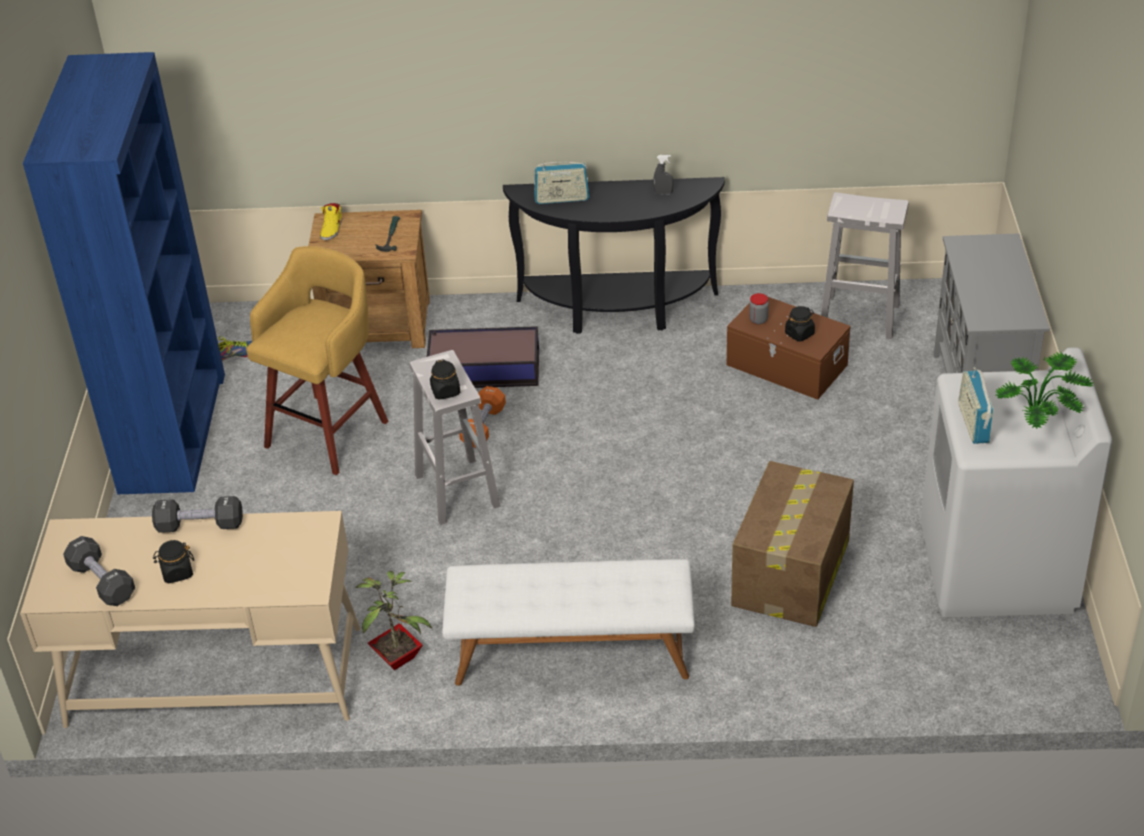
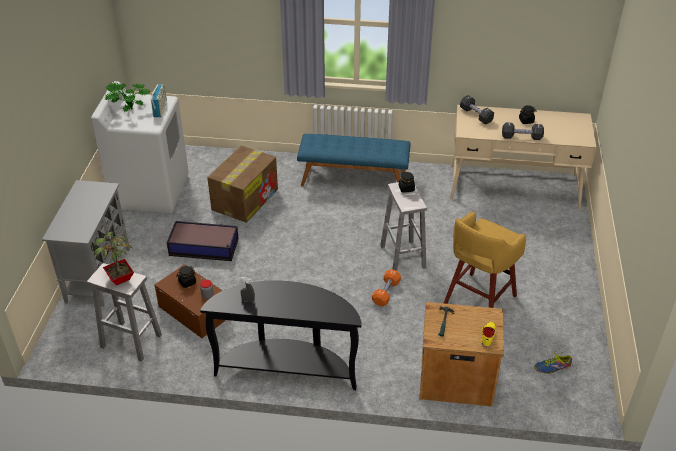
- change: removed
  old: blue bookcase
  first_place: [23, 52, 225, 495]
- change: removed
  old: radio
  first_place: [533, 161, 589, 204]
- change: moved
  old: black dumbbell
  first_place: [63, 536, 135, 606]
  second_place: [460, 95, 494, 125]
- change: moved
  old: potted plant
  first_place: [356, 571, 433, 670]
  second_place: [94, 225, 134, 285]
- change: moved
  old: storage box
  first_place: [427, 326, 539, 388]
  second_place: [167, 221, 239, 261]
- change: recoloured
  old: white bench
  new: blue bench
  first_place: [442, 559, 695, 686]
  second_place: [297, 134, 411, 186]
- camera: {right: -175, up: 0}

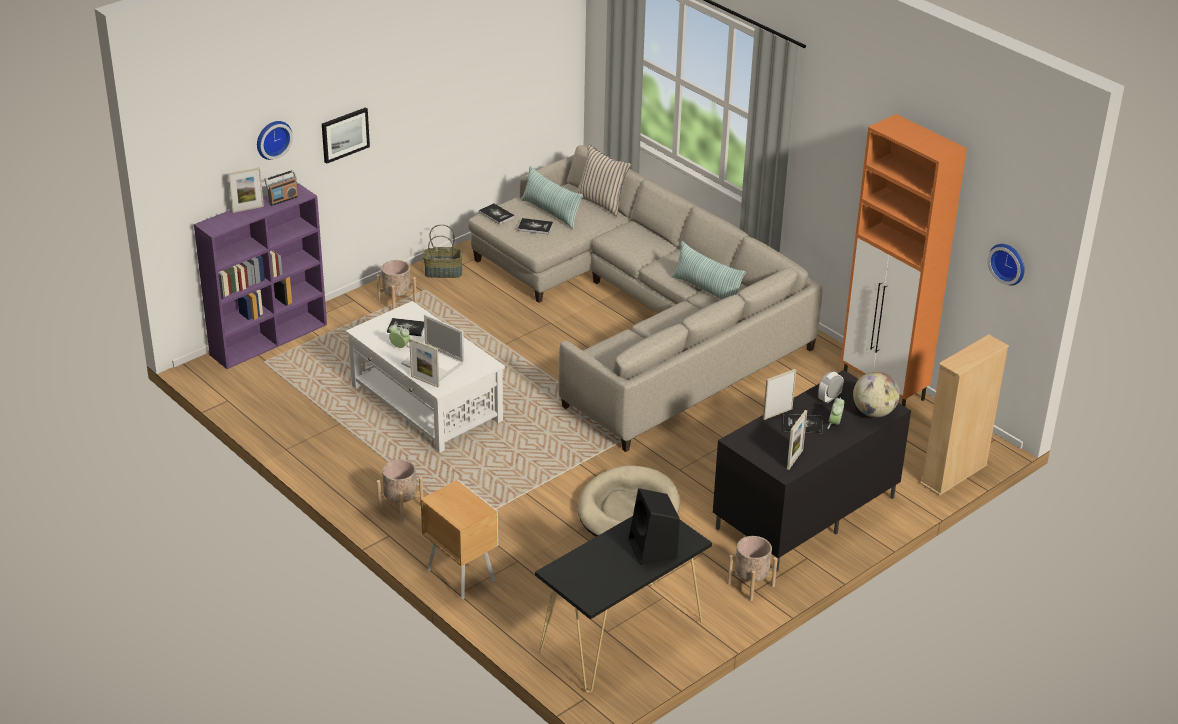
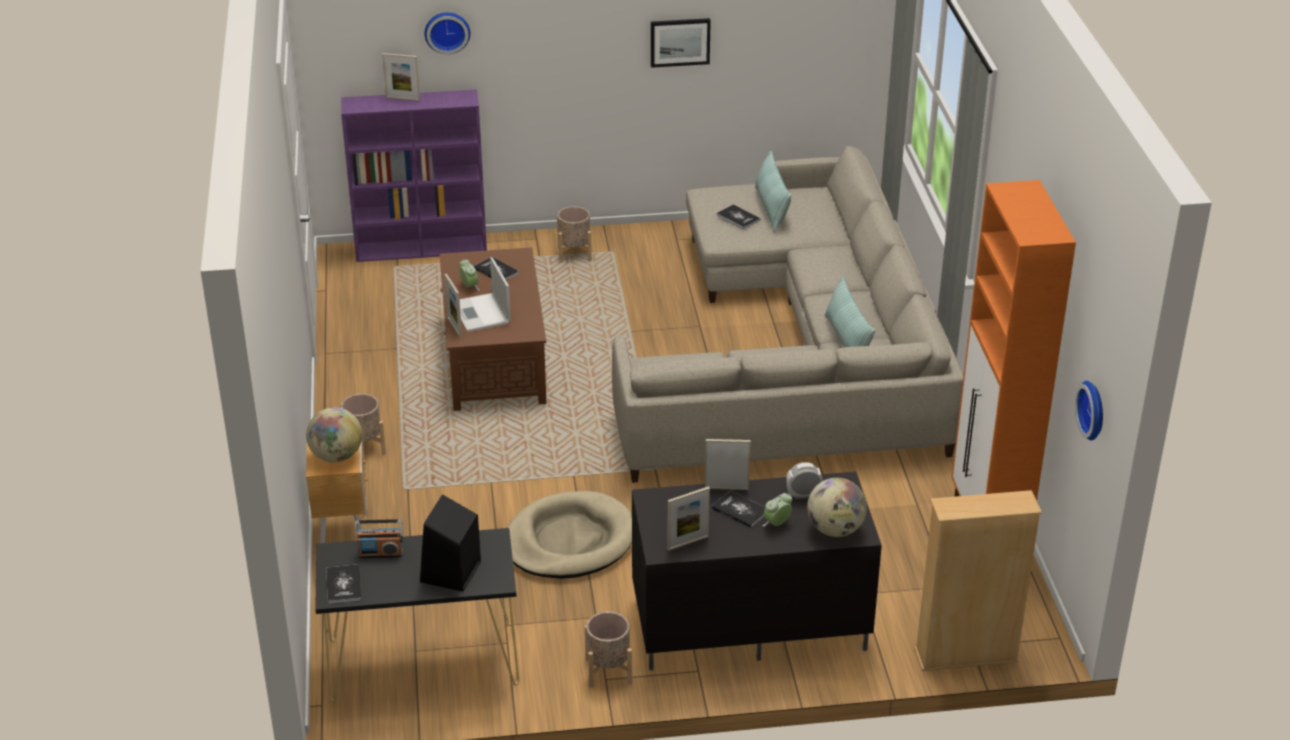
- change: removed
  old: basket
  first_place: [423, 224, 463, 278]
- change: removed
  old: beige pillow
  first_place: [575, 144, 632, 216]
- change: added
  new: globe
  second_place: [306, 407, 362, 463]
- change: moved
  old: radio
  first_place: [265, 170, 299, 206]
  second_place: [355, 519, 403, 558]
- change: moved
  old: picture
  first_place: [322, 107, 370, 164]
  second_place: [651, 18, 711, 68]
- change: moved
  old: book
  first_place: [479, 203, 515, 225]
  second_place: [326, 564, 361, 604]
- change: recoloured
  old: white coffee table
  new: brown coffee table
  first_place: [346, 301, 505, 453]
  second_place: [440, 247, 547, 411]
- camera: {right: 35, up: 0}

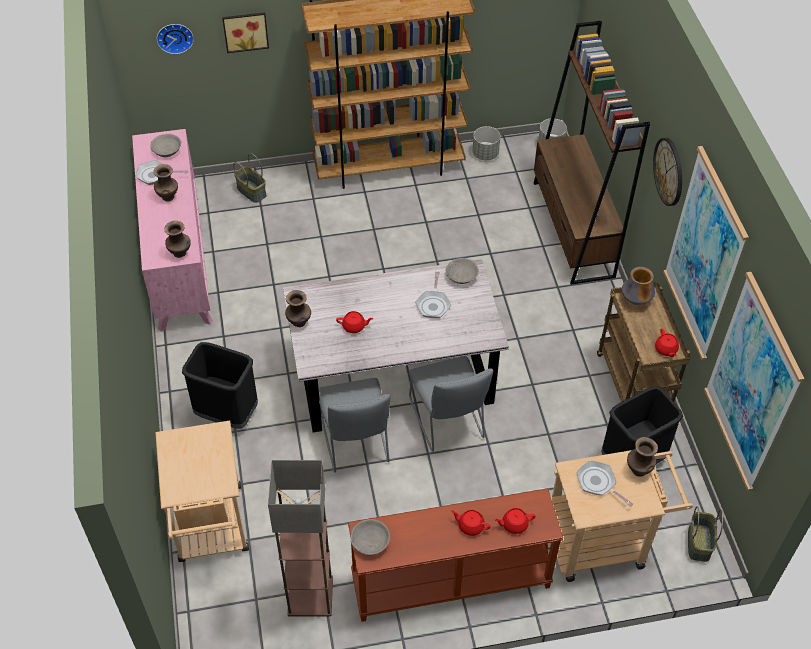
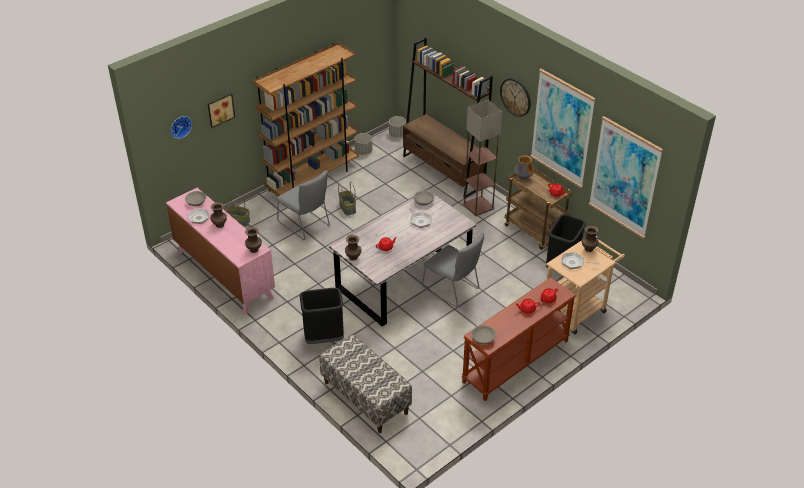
- change: moved
  old: floor lamp
  first_place: [268, 460, 333, 617]
  second_place: [463, 100, 502, 216]
- change: moved
  old: grey chair
  first_place: [319, 378, 391, 473]
  second_place: [276, 170, 330, 240]
- change: moved
  old: basket
  first_place: [688, 506, 723, 562]
  second_place: [338, 182, 356, 215]
- change: replaced
  old: beige cart
  new: bench
  first_place: [155, 421, 249, 562]
  second_place: [319, 334, 412, 433]
- camera: {right: -30, up: -10}

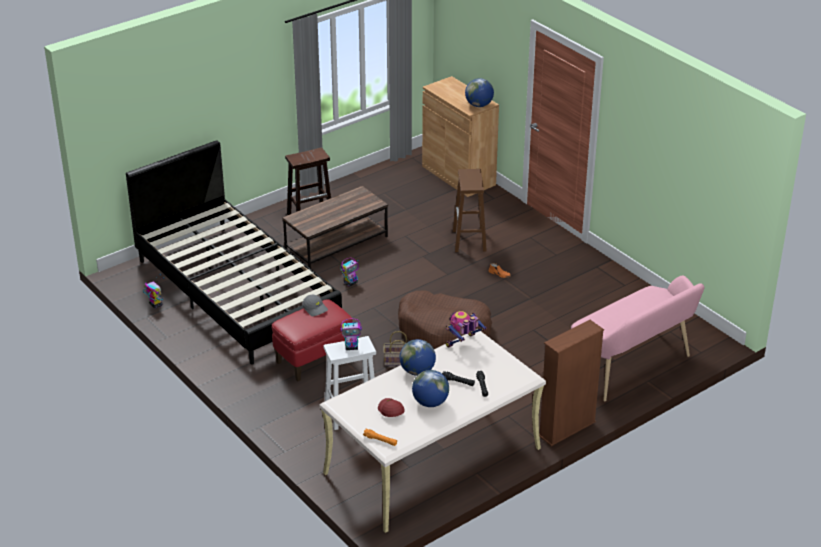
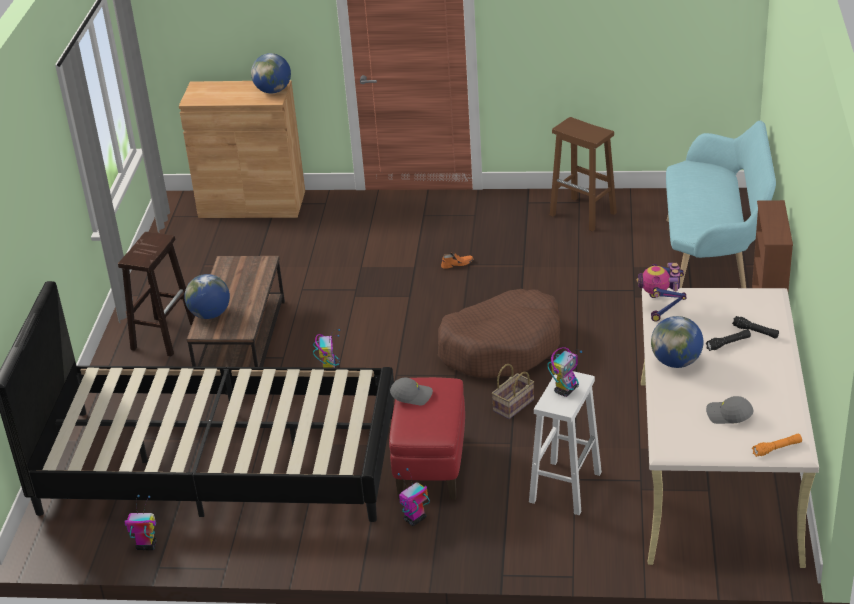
- change: added
  new: toy robot
  second_place: [397, 468, 430, 526]
- change: moved
  old: globe
  first_place: [412, 370, 449, 407]
  second_place: [184, 274, 230, 319]
- change: moved
  old: brown stool
  first_place: [453, 169, 487, 252]
  second_place: [550, 117, 617, 232]
- change: recoloured
  old: red cap
  new: grey cap
  first_place: [378, 398, 405, 417]
  second_place: [706, 396, 754, 424]
- change: recoloured
  old: pink bench
  new: turquoise bench
  first_place: [571, 276, 704, 401]
  second_place: [666, 121, 776, 288]
- camera: {right: -45, up: 0}

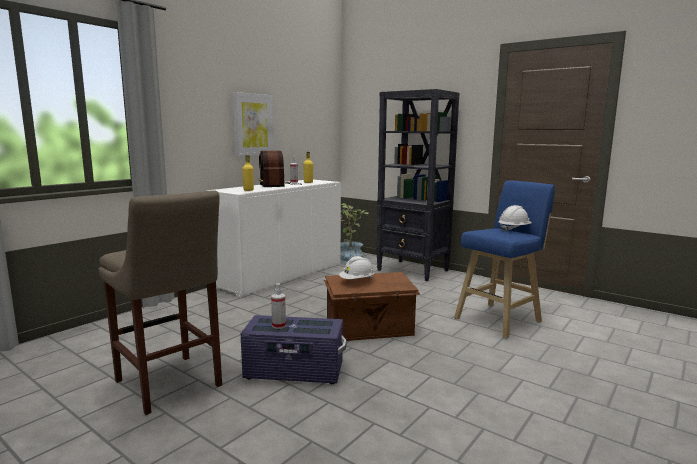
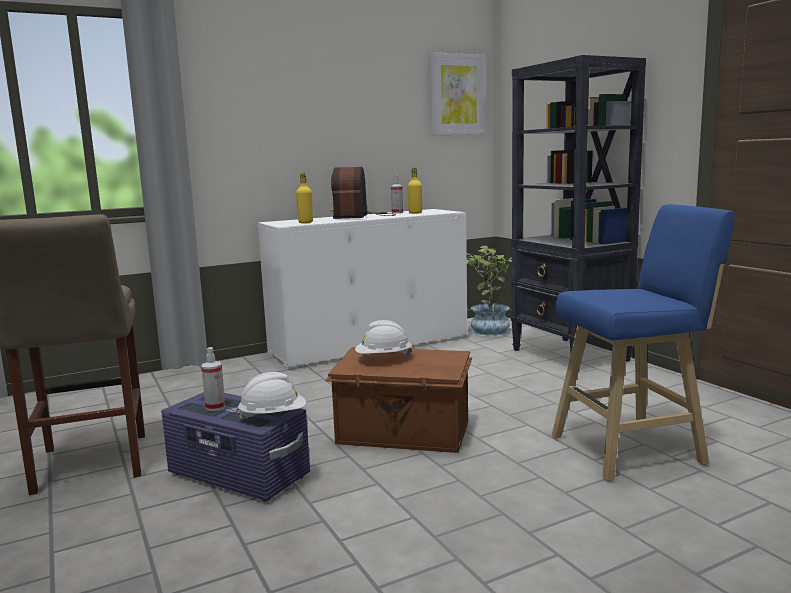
- change: moved
  old: picture
  first_place: [232, 92, 274, 157]
  second_place: [429, 52, 486, 135]
- change: moved
  old: white hard hat
  first_place: [499, 205, 532, 232]
  second_place: [238, 372, 306, 420]
- camera: {right: 25, up: 0}

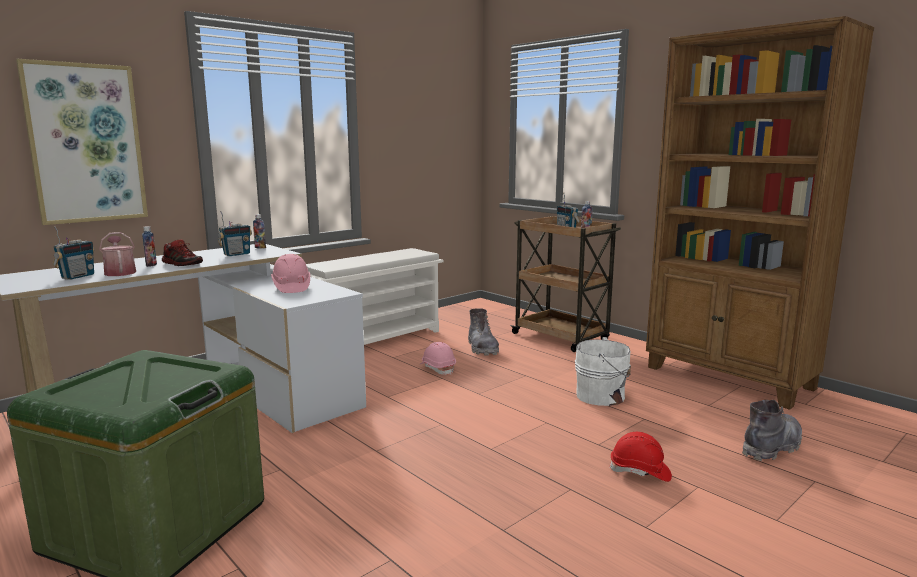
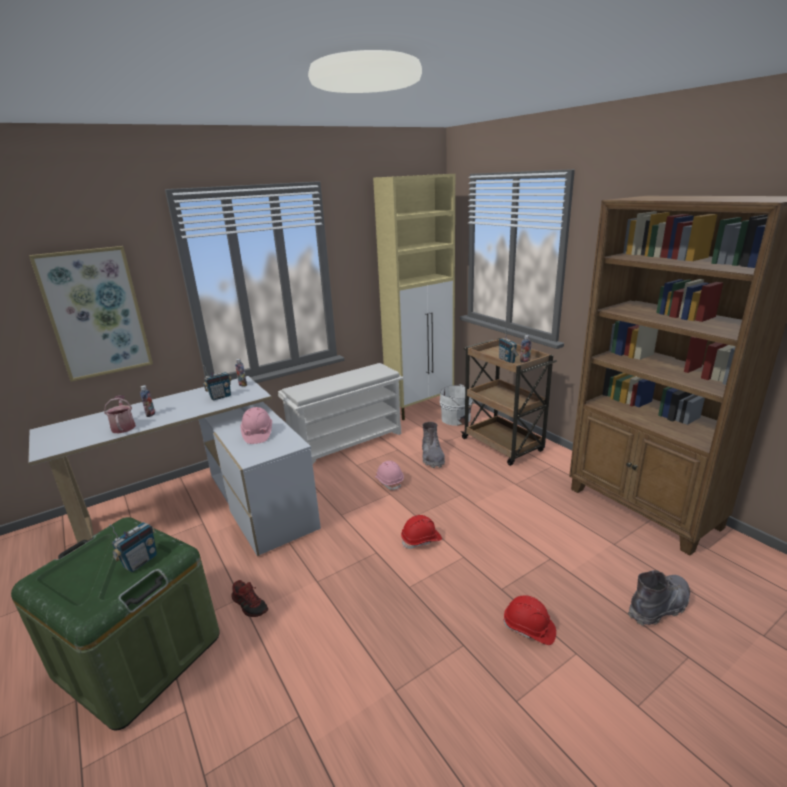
- change: added
  new: beige cabinet
  second_place: [373, 174, 455, 420]
- change: added
  new: red hard hat
  second_place: [401, 515, 442, 549]
- change: moved
  old: radio
  first_place: [52, 226, 94, 280]
  second_place: [109, 522, 157, 572]
- change: moved
  old: shoe
  first_place: [162, 239, 203, 266]
  second_place: [231, 580, 268, 617]
- change: moved
  old: white bucket
  first_place: [575, 337, 631, 406]
  second_place: [440, 384, 474, 426]
- camera: {right: 10, up: 10}

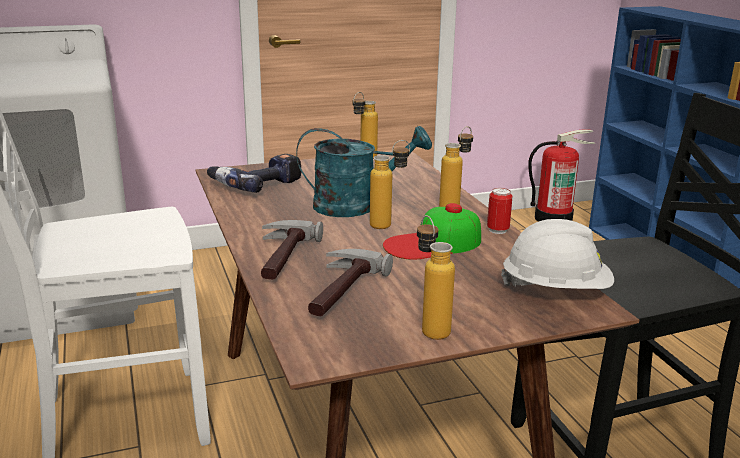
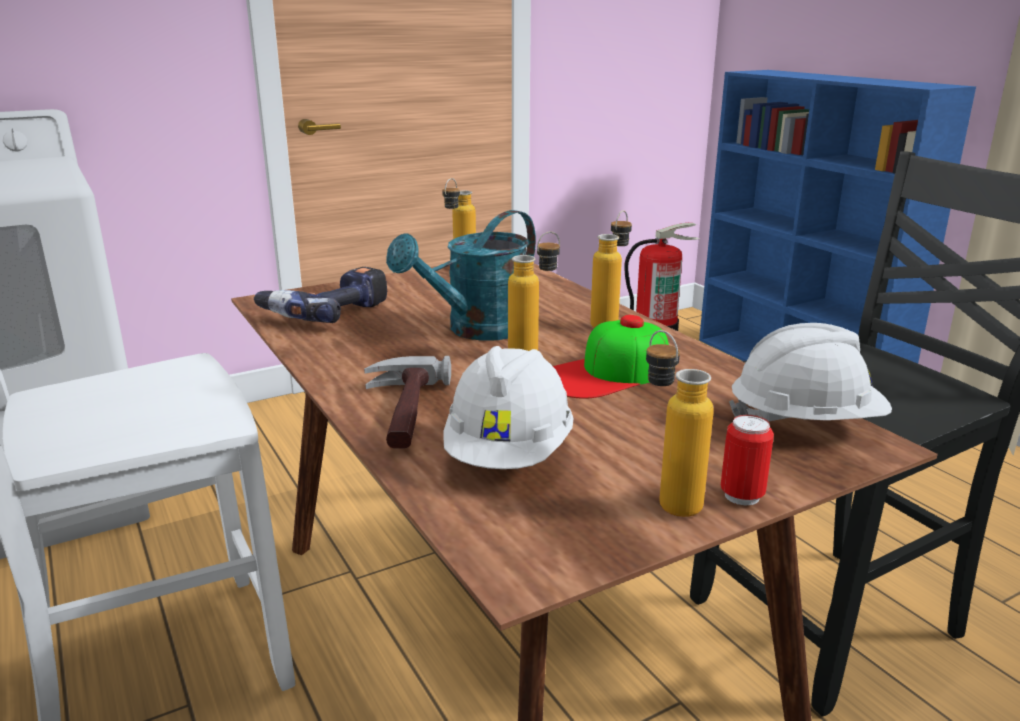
- change: moved
  old: can
  first_place: [487, 188, 512, 234]
  second_place: [721, 415, 774, 506]
- change: replaced
  old: hammer
  new: white hard hat
  first_place: [308, 249, 393, 316]
  second_place: [443, 346, 574, 469]
- change: turned
  old: turquoise watering can
  first_place: [296, 126, 432, 217]
  second_place: [386, 210, 536, 341]
  degrees: 150
- camera: {right: -10, up: 0}

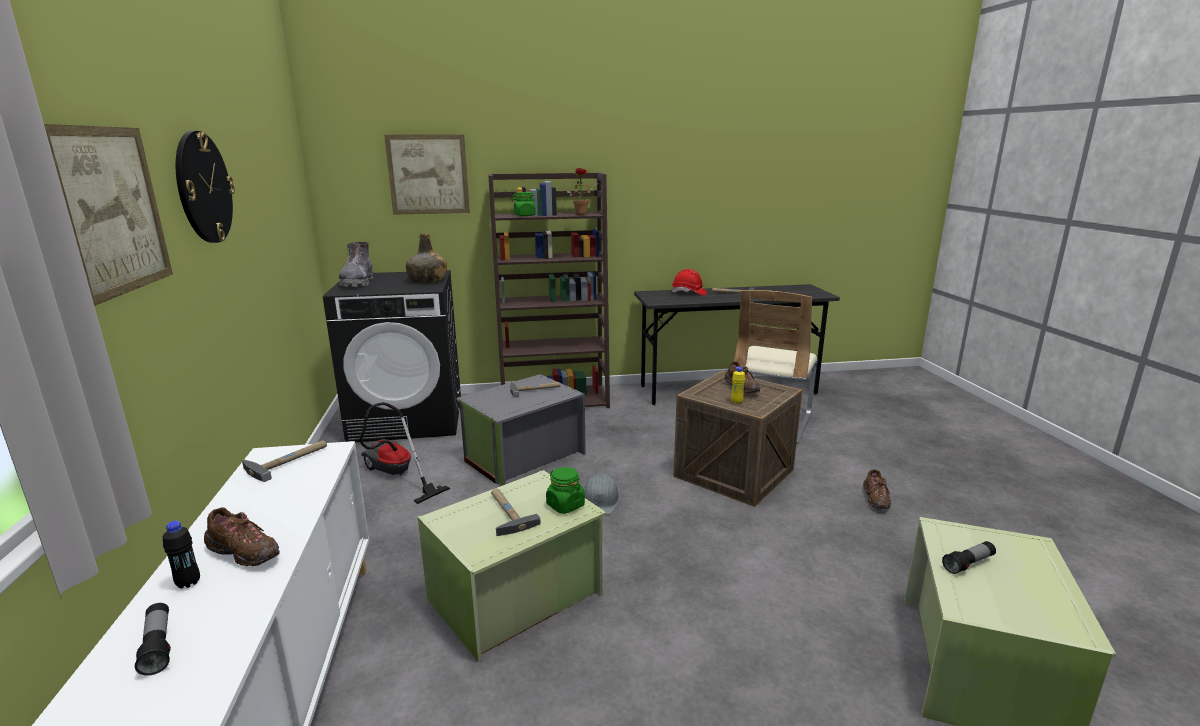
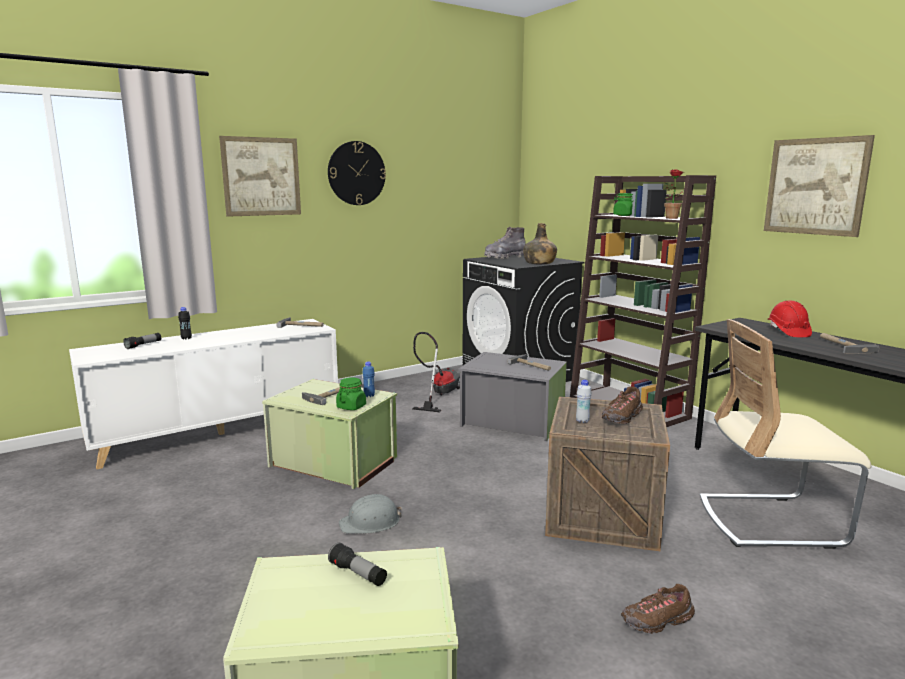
- change: removed
  old: brown shoe
  first_place: [204, 507, 280, 566]
- change: added
  new: blue bottle
  second_place: [363, 362, 375, 397]
- change: moved
  old: picture
  first_place: [384, 134, 470, 215]
  second_place: [764, 135, 875, 237]
- change: moved
  old: grey hard hat
  first_place: [584, 474, 620, 515]
  second_place: [339, 494, 402, 534]
- change: recoloured
  old: yellow bottle
  new: white bottle
  first_place: [731, 367, 745, 404]
  second_place: [576, 380, 592, 423]
- camera: {right: 65, up: -5}

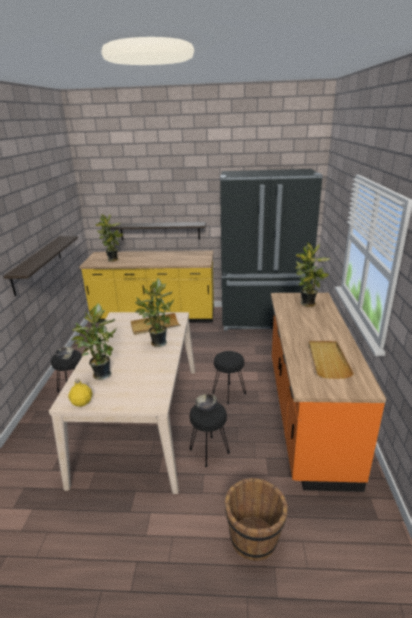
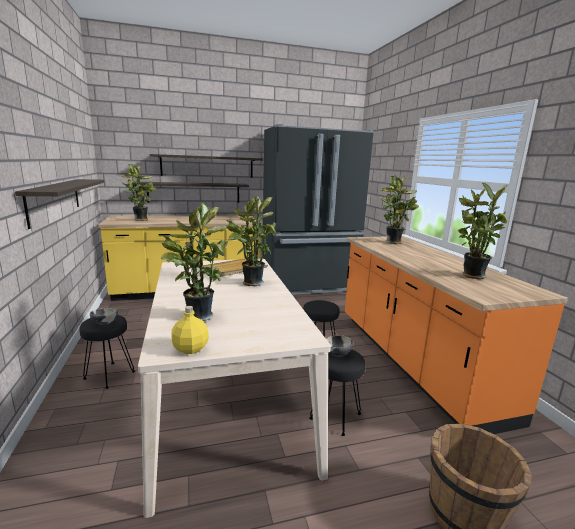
- change: added
  new: shelf
  second_place: [150, 154, 263, 178]
- change: replaced
  old: beige tray
  new: potted plant
  first_place: [309, 341, 354, 379]
  second_place: [458, 183, 507, 279]
- camera: {right: -20, up: -10}

